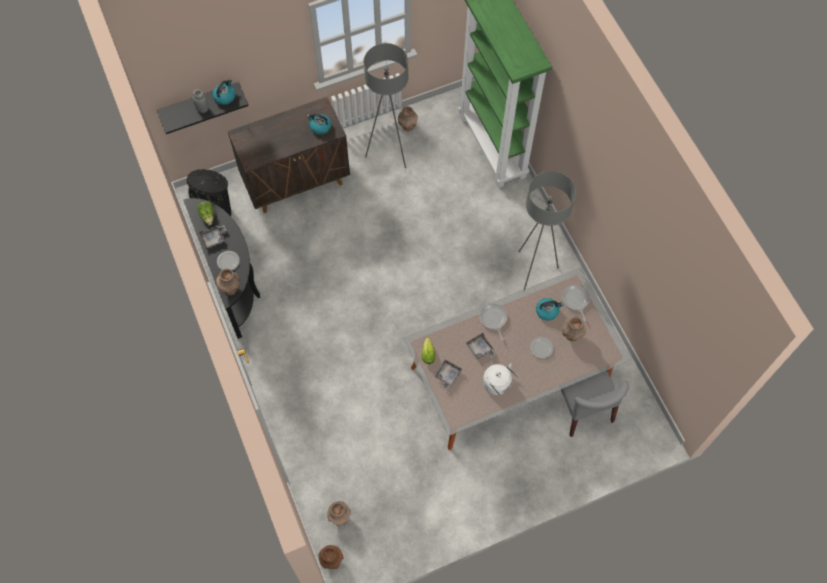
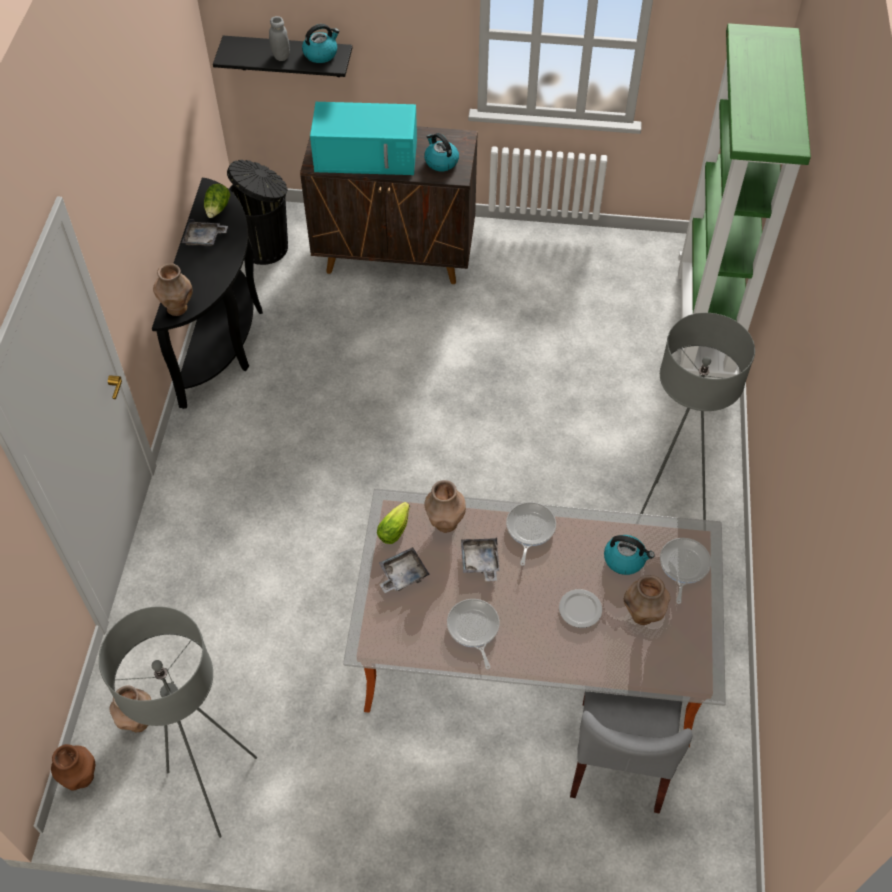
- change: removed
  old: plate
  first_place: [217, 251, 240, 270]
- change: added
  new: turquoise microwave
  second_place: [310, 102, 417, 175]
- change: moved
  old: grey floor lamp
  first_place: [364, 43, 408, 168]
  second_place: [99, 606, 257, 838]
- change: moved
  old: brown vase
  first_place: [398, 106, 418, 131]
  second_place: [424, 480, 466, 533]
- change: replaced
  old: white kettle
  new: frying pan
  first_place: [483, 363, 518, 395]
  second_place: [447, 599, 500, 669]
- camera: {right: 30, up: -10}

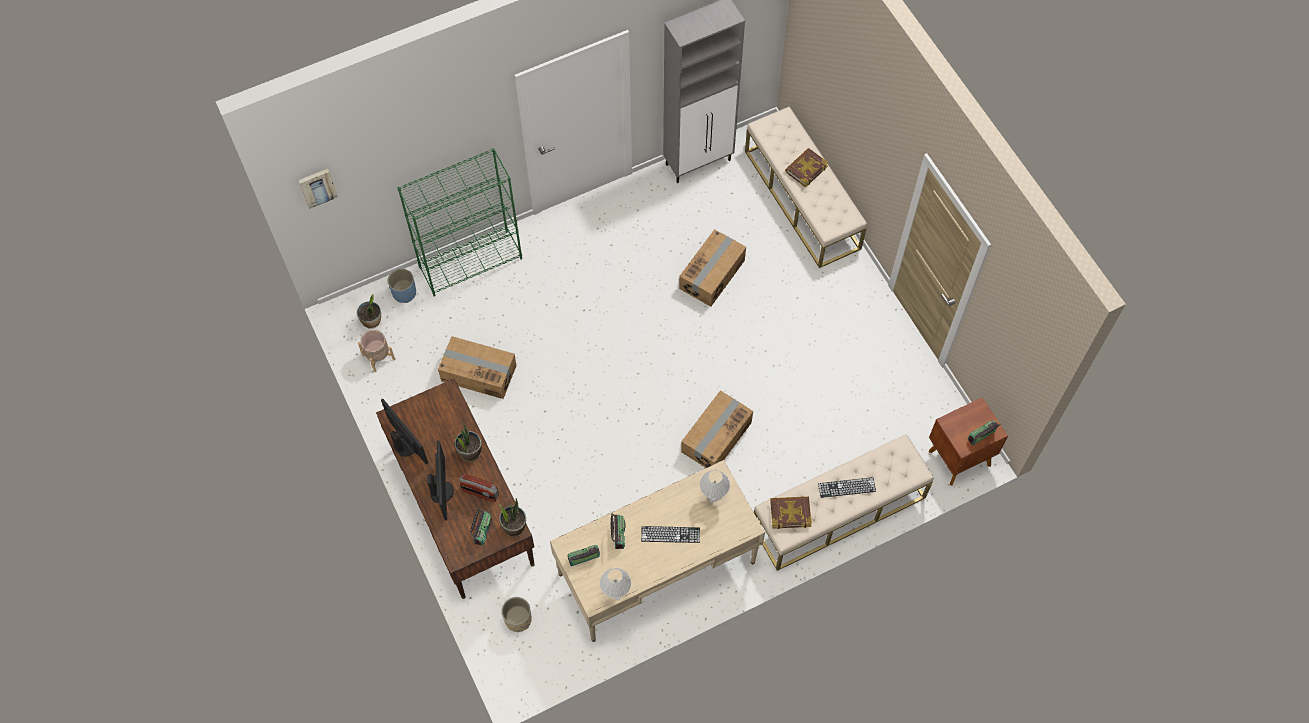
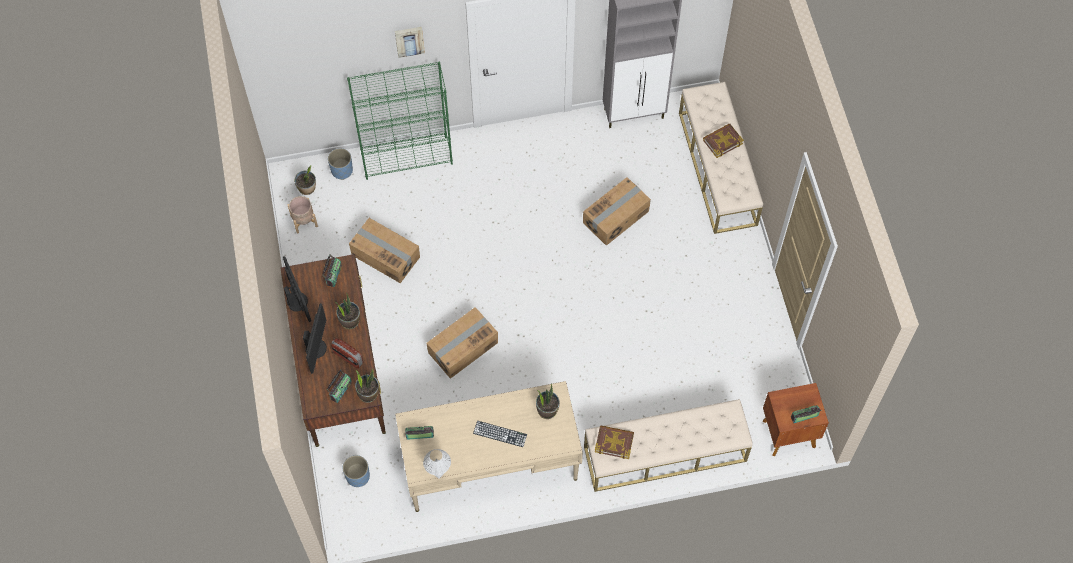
- change: removed
  old: keyboard
  first_place: [818, 477, 876, 498]
- change: moved
  old: picture
  first_place: [298, 168, 338, 209]
  second_place: [395, 27, 425, 58]
- change: moved
  old: radio
  first_place: [610, 513, 625, 549]
  second_place: [323, 254, 342, 287]
- change: moved
  old: cardboard box
  first_place: [681, 390, 753, 468]
  second_place: [426, 307, 498, 379]
- change: replaced
  old: white table lamp
  new: potted plant
  first_place: [700, 470, 730, 503]
  second_place: [536, 383, 560, 419]
- change: recoloured
  old: beige planter
  new: blue planter
  first_place: [501, 597, 532, 632]
  second_place: [342, 455, 370, 487]
- camera: {right: 15, up: 0}

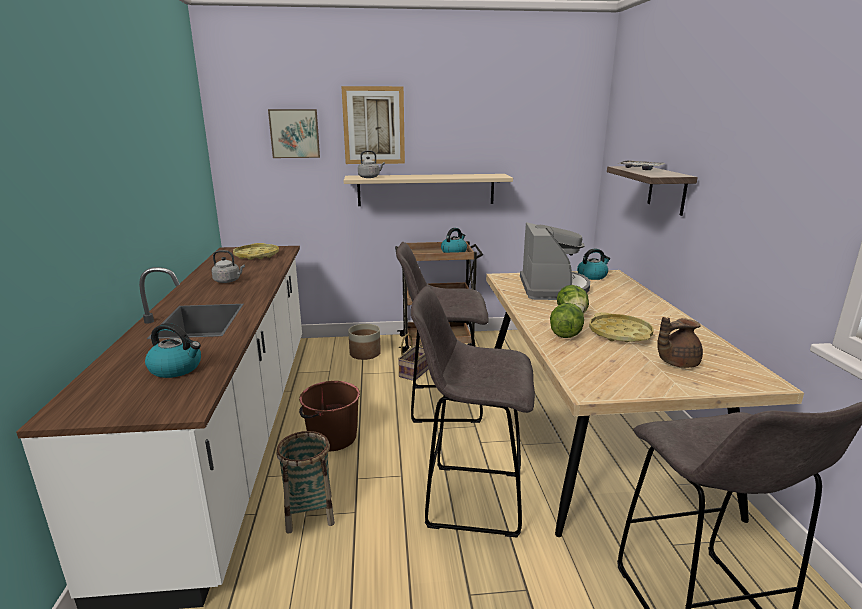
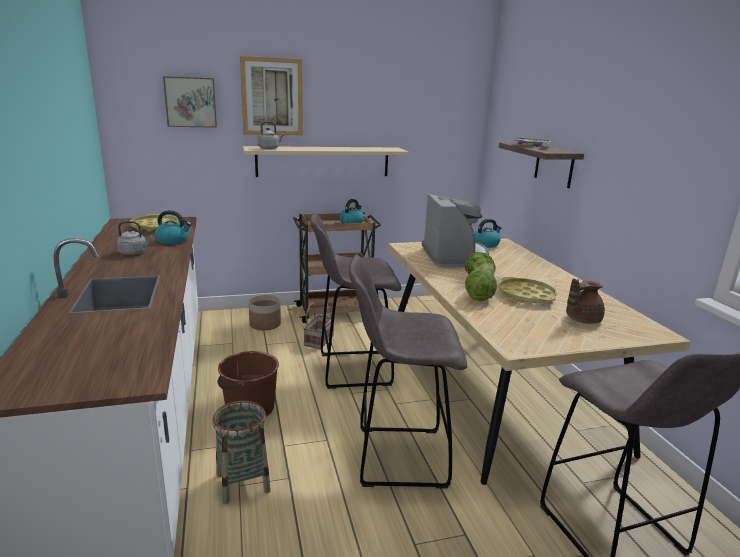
- change: moved
  old: kettle
  first_place: [145, 323, 201, 378]
  second_place: [155, 210, 192, 244]
- camera: {right: -10, up: 0}

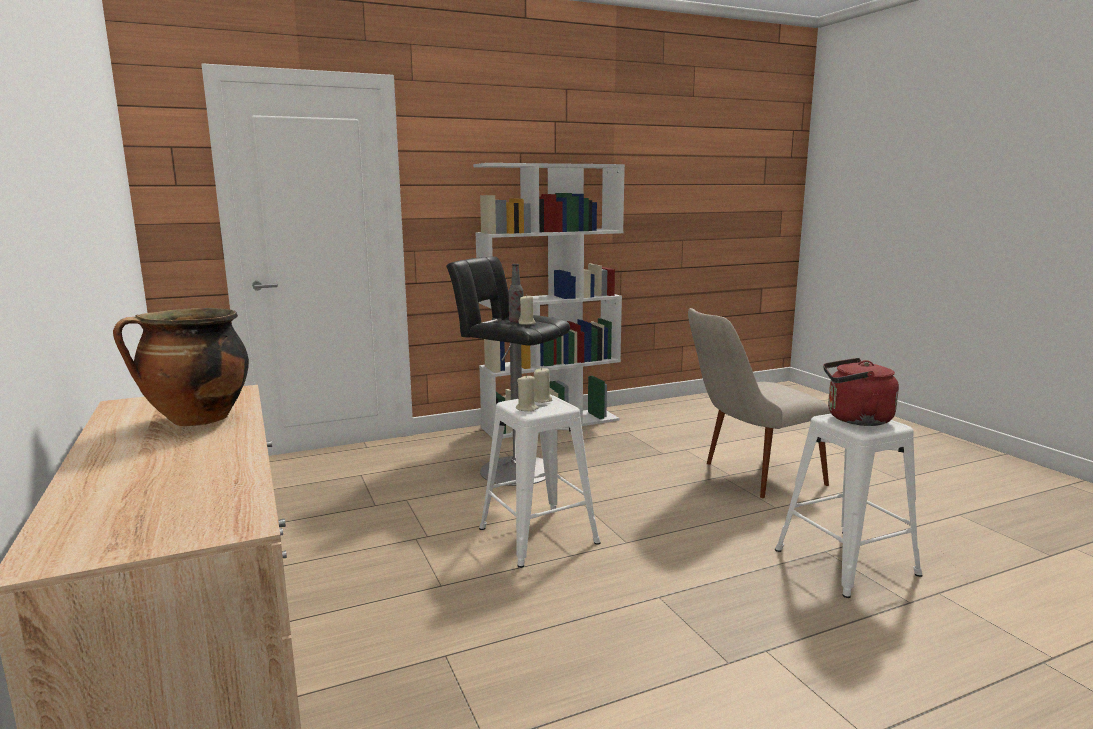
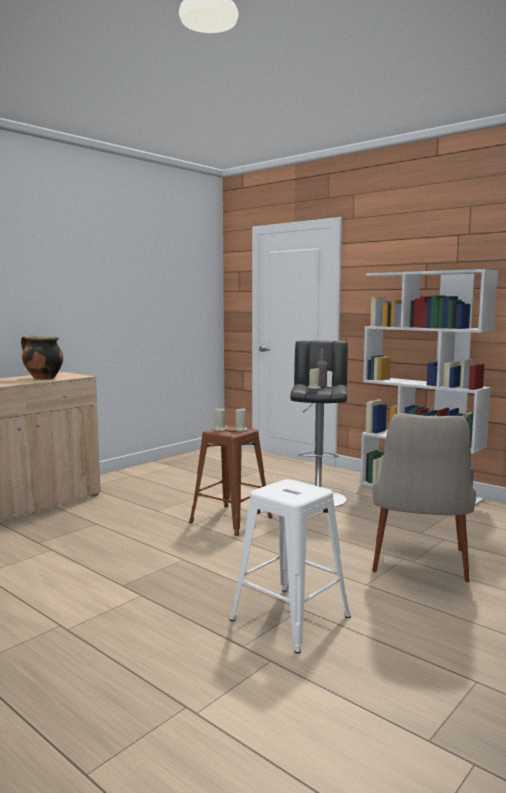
- change: removed
  old: red kettle
  first_place: [823, 358, 899, 426]
- change: recoloured
  old: white stool
  new: brown stool
  first_place: [479, 395, 601, 568]
  second_place: [189, 425, 272, 536]
- change: turned
  old: beige chair
  first_place: [688, 308, 831, 498]
  second_place: [372, 413, 476, 582]
  degrees: -120
- camera: {right: 65, up: -5}

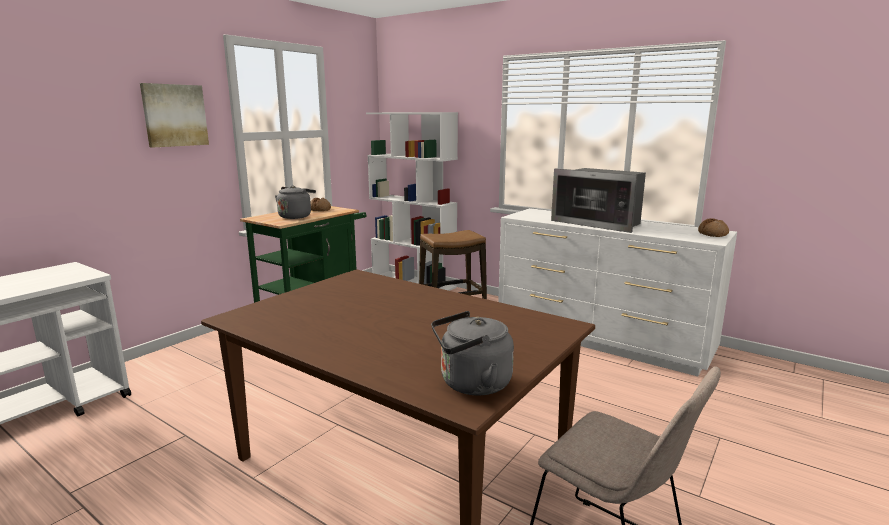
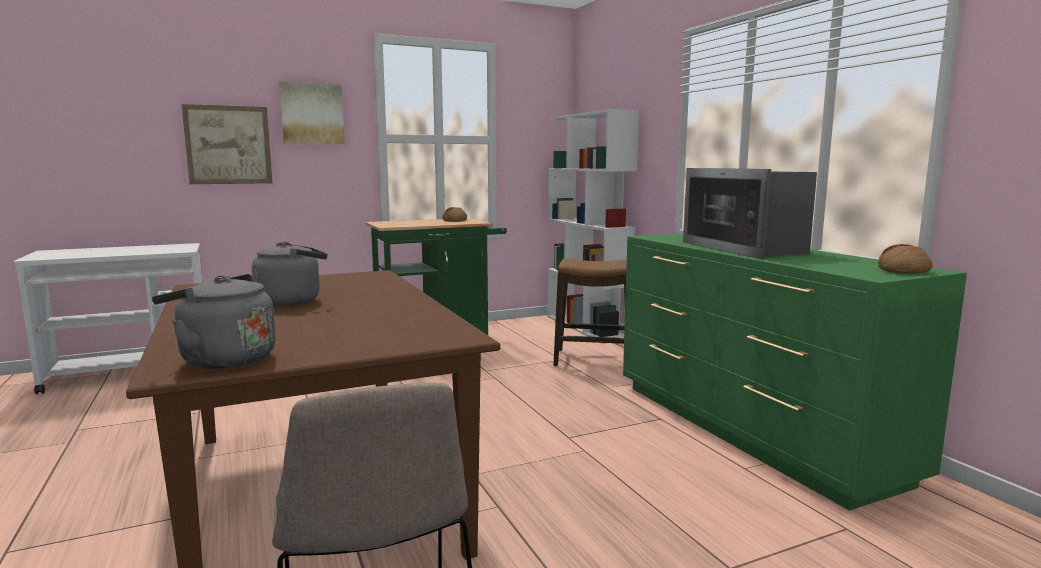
- change: added
  new: picture
  second_place: [182, 104, 272, 184]
- change: moved
  old: grey kettle
  first_place: [275, 186, 316, 219]
  second_place: [252, 242, 327, 306]
- change: recoloured
  old: white dresser
  new: green dresser
  first_place: [498, 208, 737, 376]
  second_place: [623, 233, 967, 511]
- camera: {right: 30, up: -5}

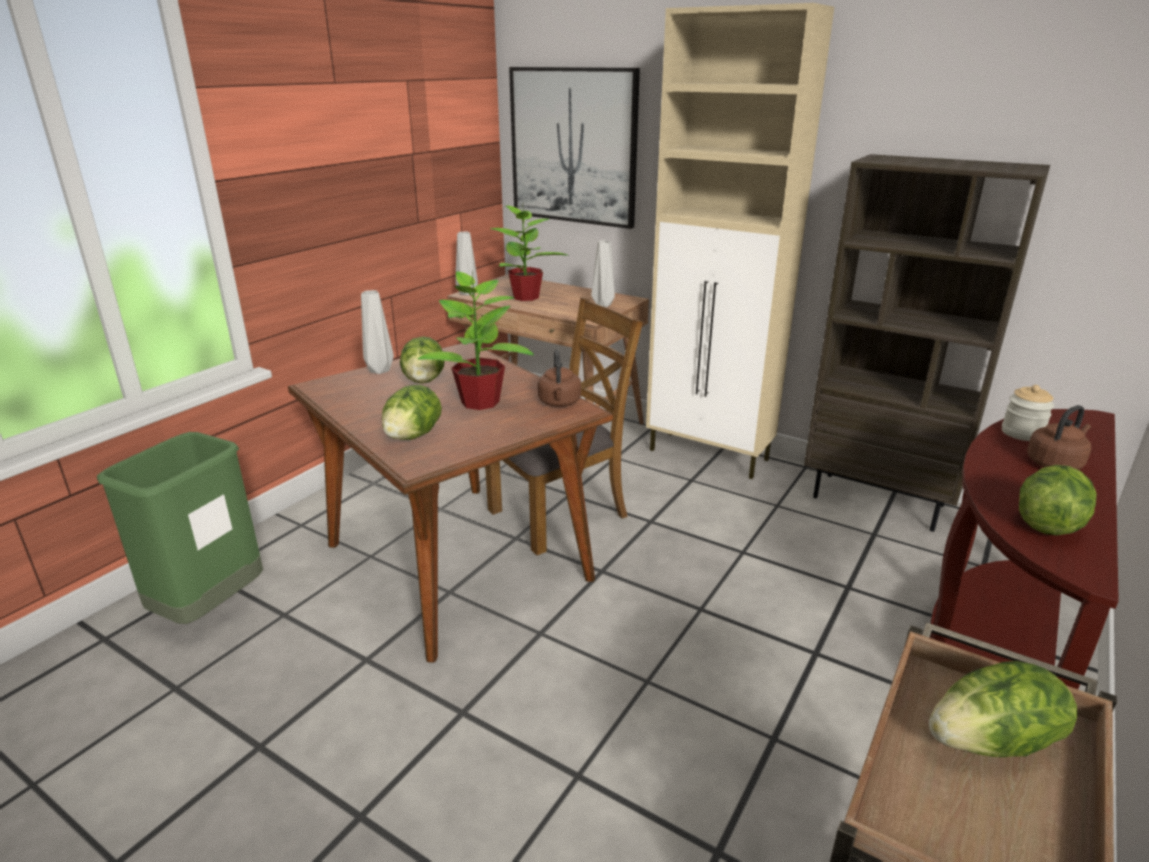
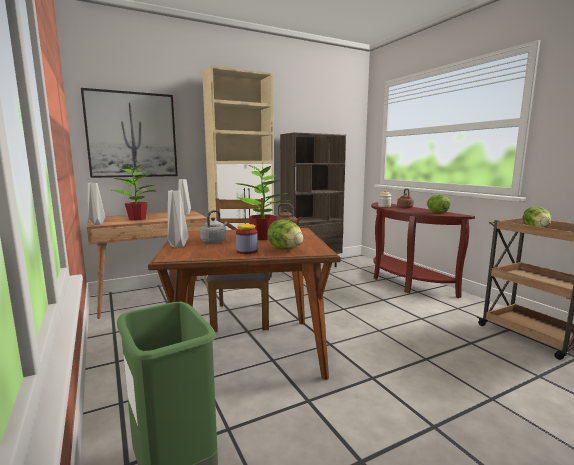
- change: added
  new: jar
  second_place: [236, 224, 257, 254]
- change: replaced
  old: lettuce
  new: grey kettle
  first_place: [400, 336, 445, 383]
  second_place: [200, 210, 227, 243]
- camera: {right: -60, up: -15}

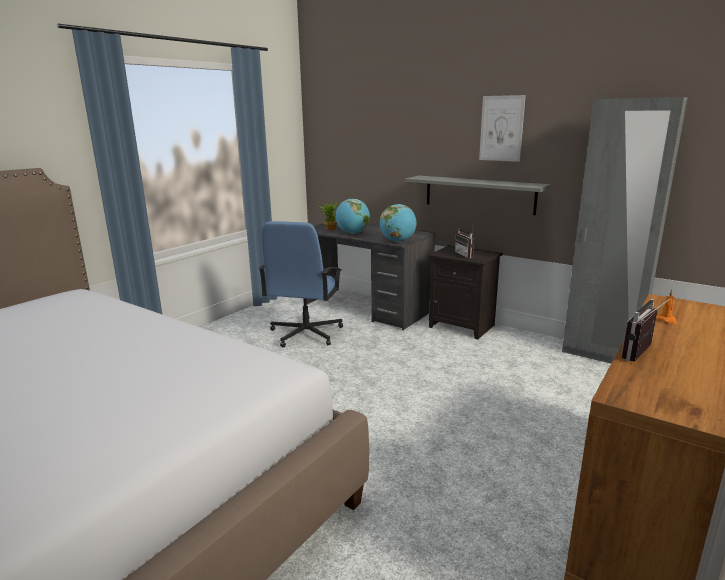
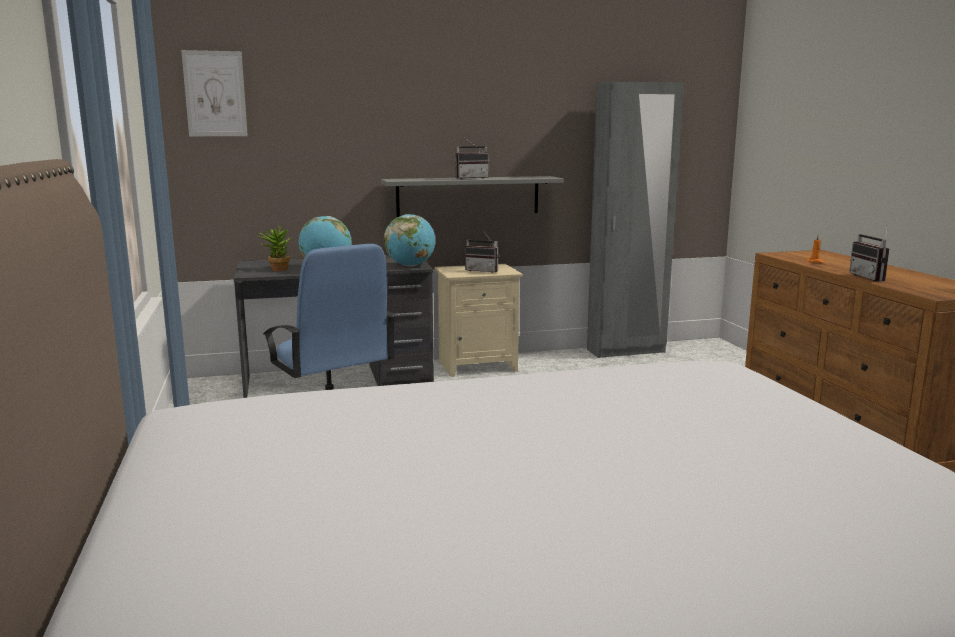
- change: added
  new: radio
  second_place: [455, 139, 490, 179]
- change: moved
  old: picture
  first_place: [479, 95, 526, 162]
  second_place: [181, 50, 248, 136]
- change: recoloured
  old: black nightstand
  new: beige nightstand
  first_place: [428, 245, 503, 340]
  second_place: [435, 264, 523, 377]
- camera: {right: -50, up: -5}

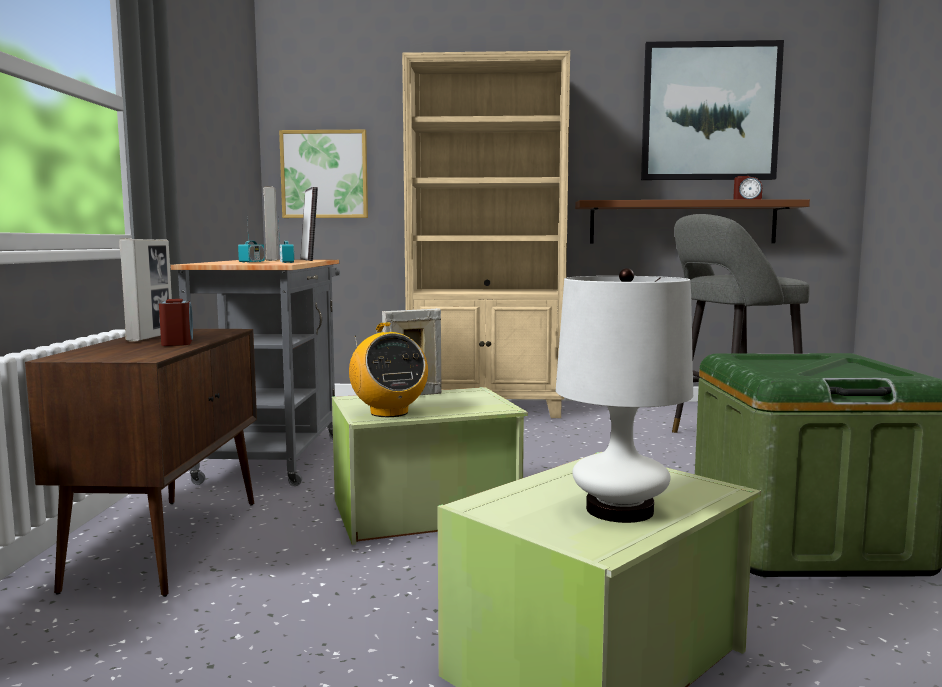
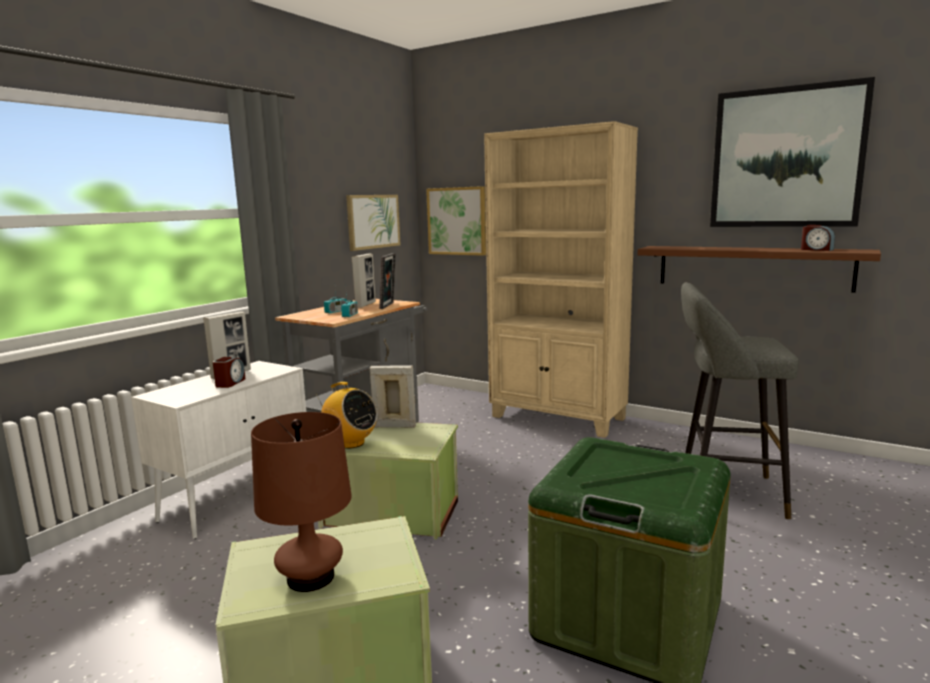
- change: added
  new: picture
  second_place: [346, 195, 400, 251]
- change: recoloured
  old: brown cabinet
  new: white cabinet
  first_place: [25, 329, 257, 597]
  second_place: [131, 361, 306, 539]
- change: recoloured
  old: white table lamp
  new: brown table lamp
  first_place: [556, 268, 693, 523]
  second_place: [251, 412, 352, 592]
- change: turned
  old: radio
  first_place: [349, 323, 428, 417]
  second_place: [316, 382, 378, 449]
  degrees: -60
- camera: {right: 30, up: 5}

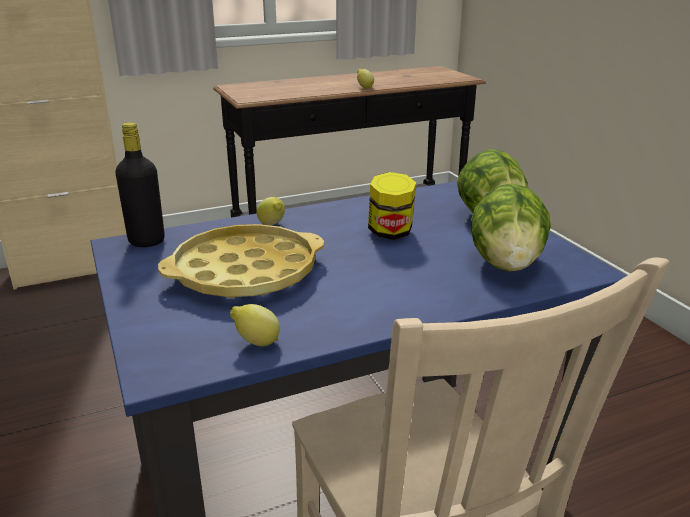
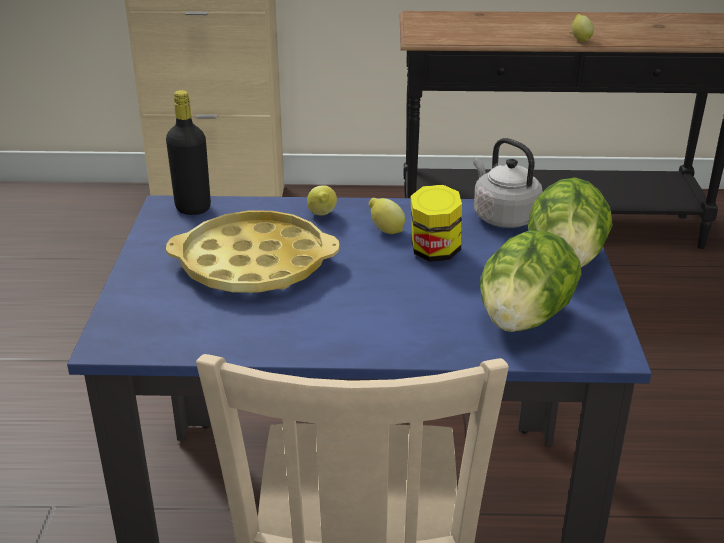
- change: added
  new: grey kettle
  second_place: [473, 138, 543, 228]
- change: moved
  old: lemon
  first_place: [230, 304, 280, 346]
  second_place: [369, 198, 405, 234]
- camera: {right: 25, up: 5}

